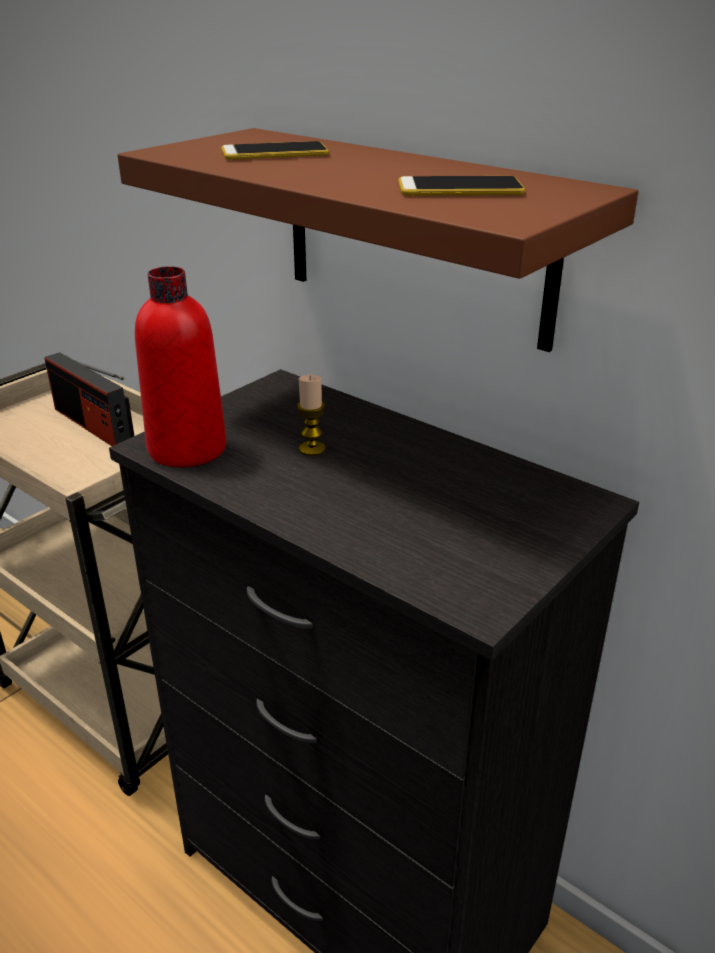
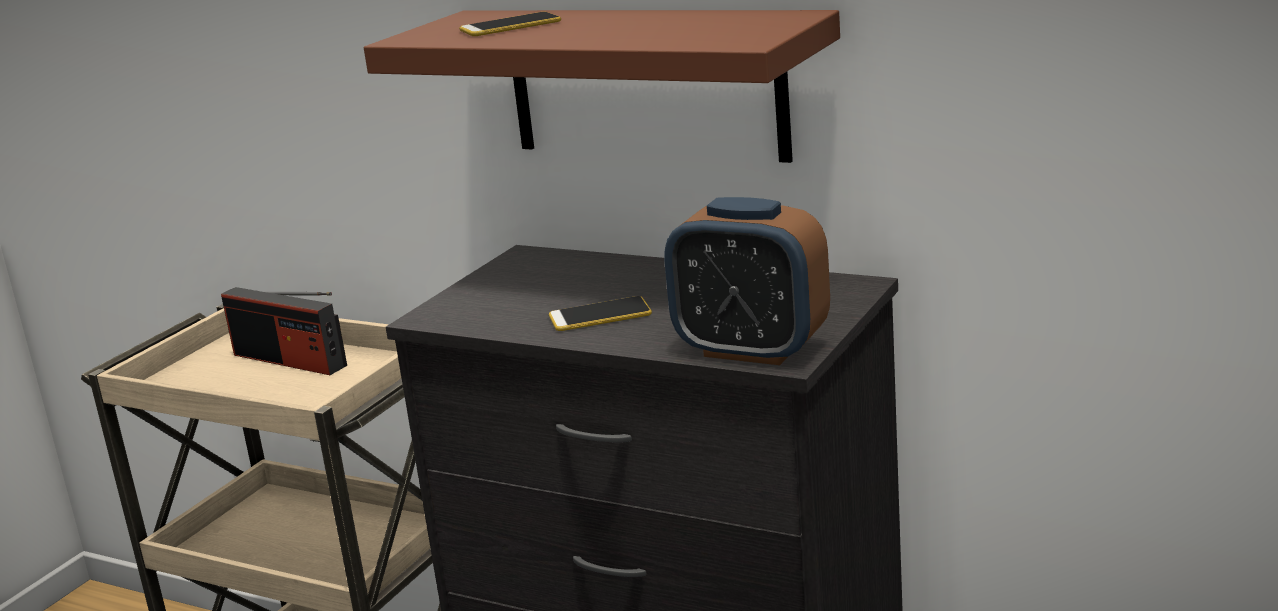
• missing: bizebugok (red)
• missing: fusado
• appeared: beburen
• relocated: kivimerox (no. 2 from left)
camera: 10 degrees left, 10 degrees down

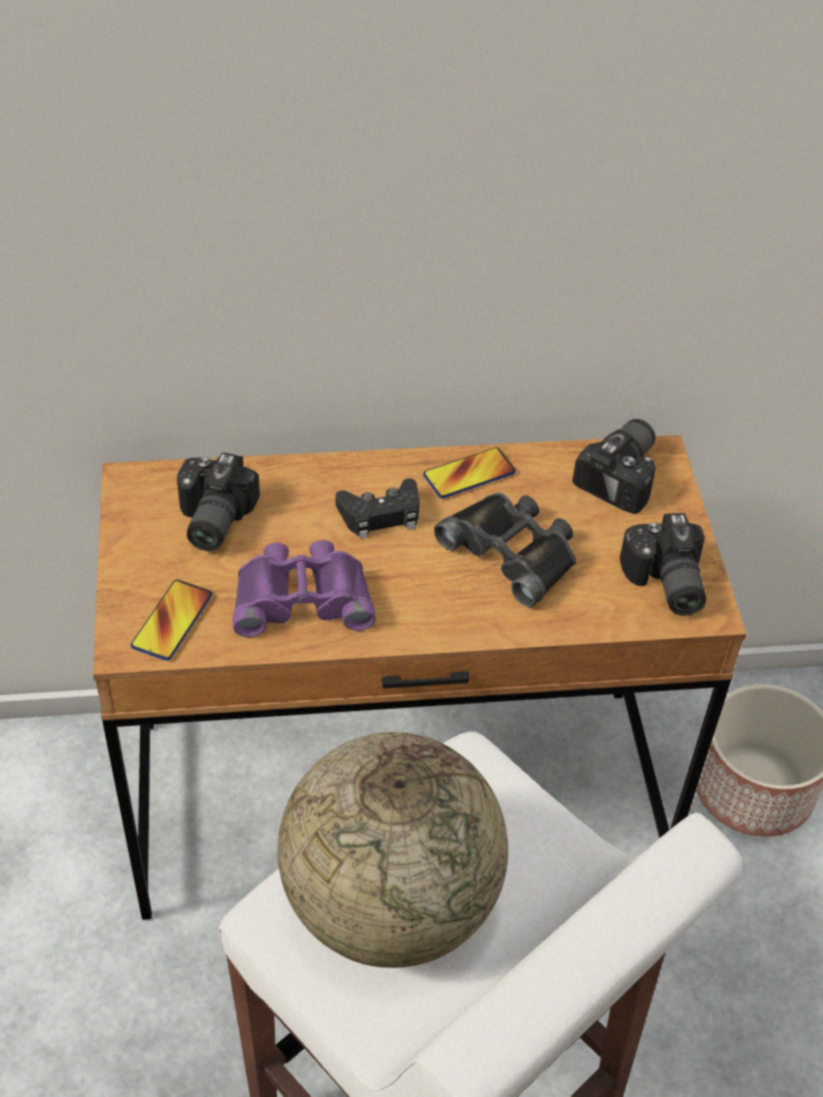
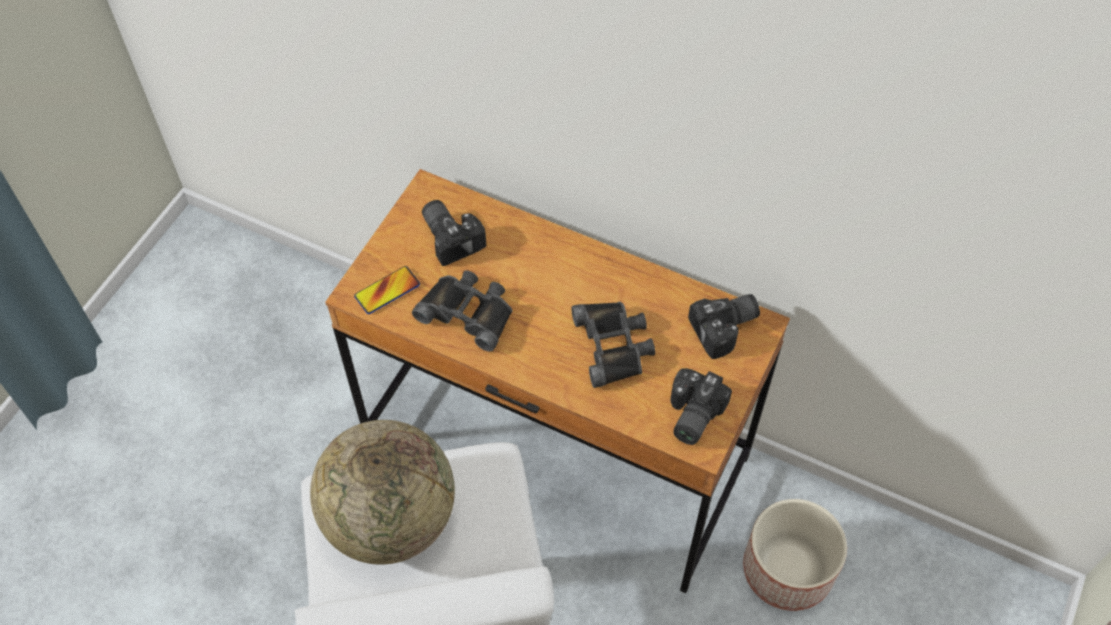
• missing: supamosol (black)
• missing: kivimerox (no. 2 from left)
• colour: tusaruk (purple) to tusaruk (black) (no. 1 from left)
• spun: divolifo (no. 1 from left) 105 degrees clockwise
camera: 35 degrees right, 10 degrees up

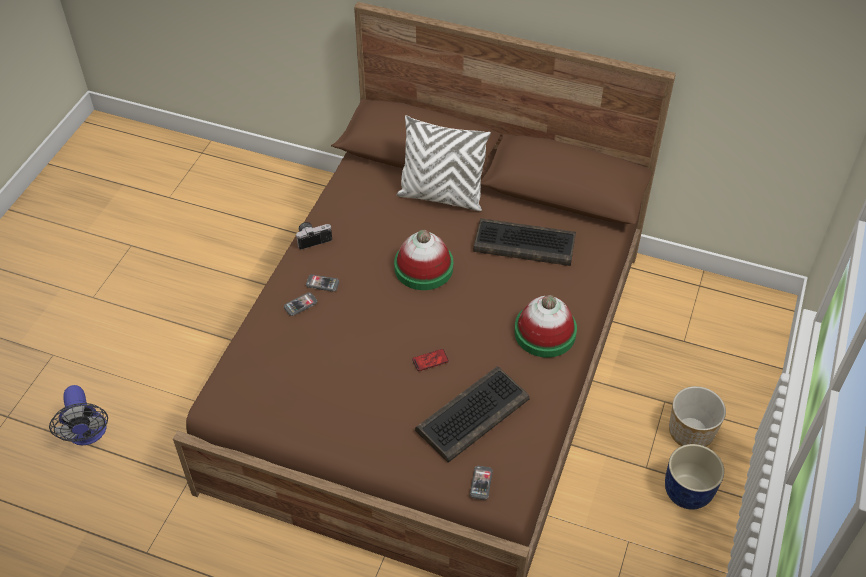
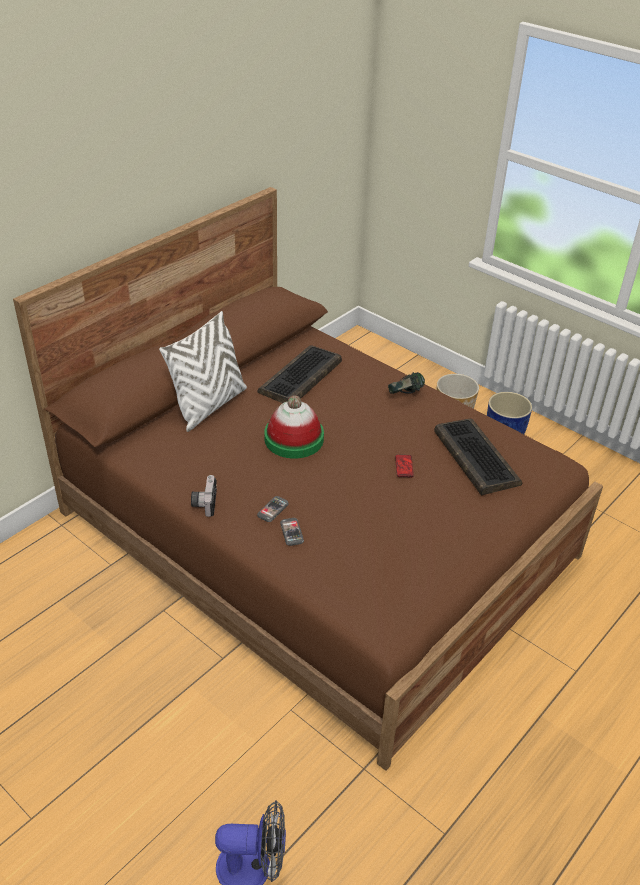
• missing: kivimerox (no. 4 from left)
• exchanged: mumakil (no. 2 from left) to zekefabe
camera: 70 degrees left, 10 degrees down

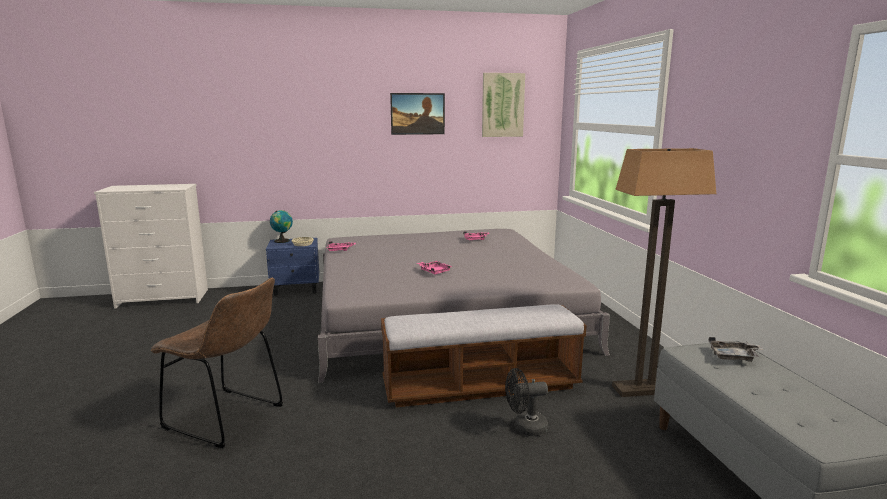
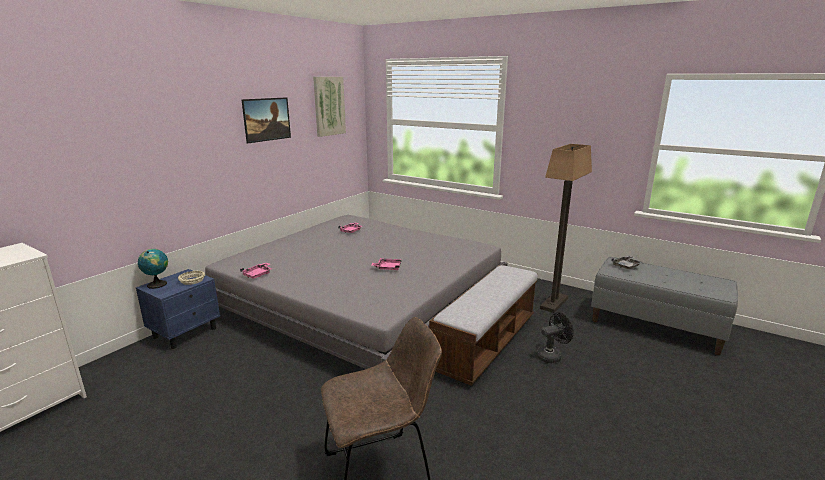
• spun: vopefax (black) 150 degrees counterclockwise
camera: 45 degrees left, 5 degrees up

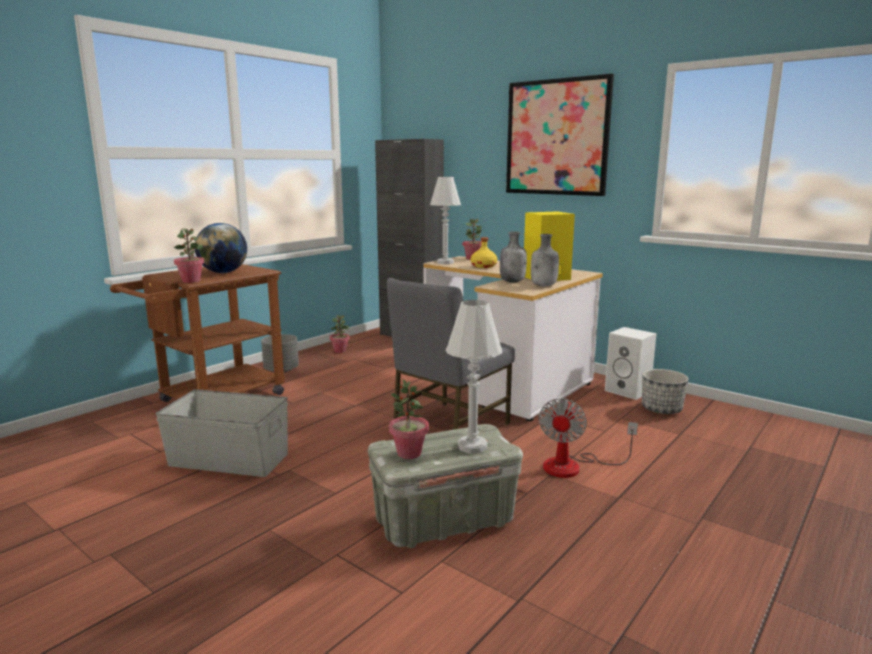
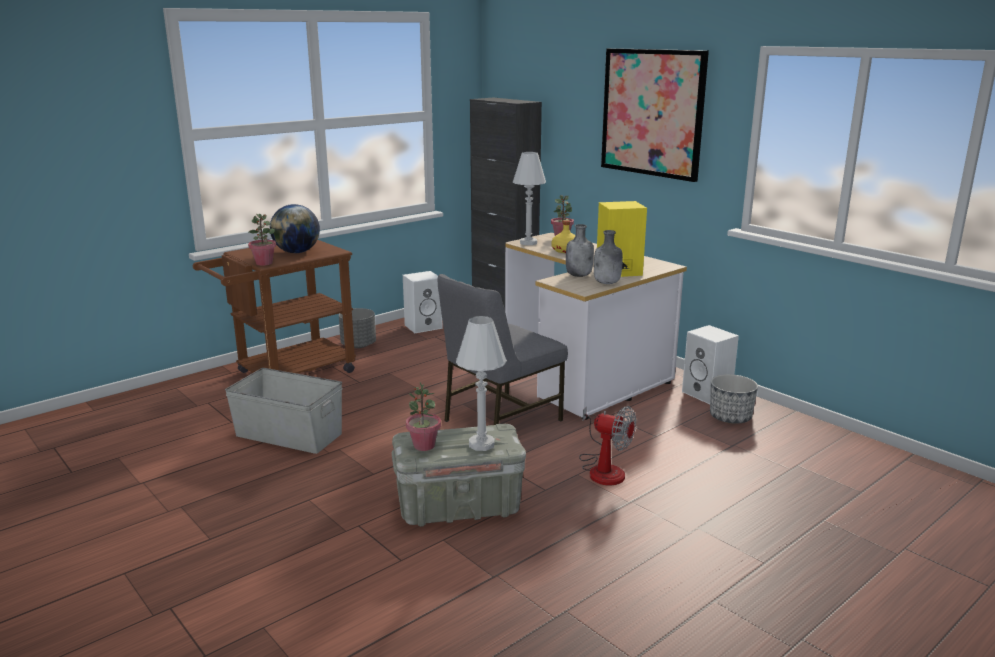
• exchanged: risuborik (no. 2 from left) to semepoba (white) (no. 1 from left)
• spun: vopefax 90 degrees counterclockwise
camera: 10 degrees right, 5 degrees up

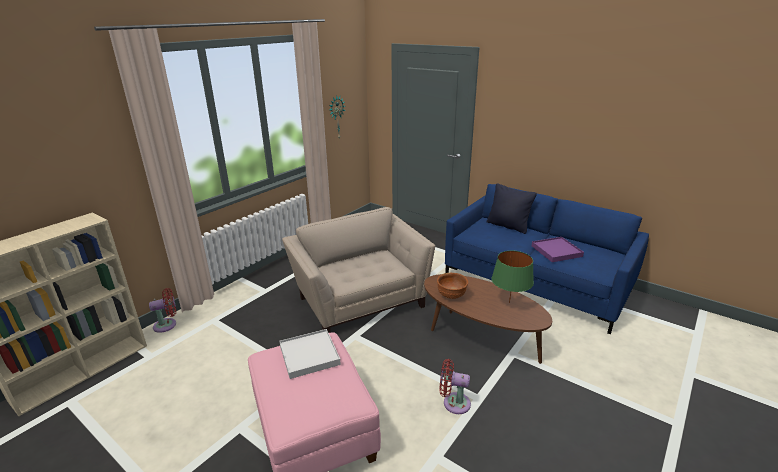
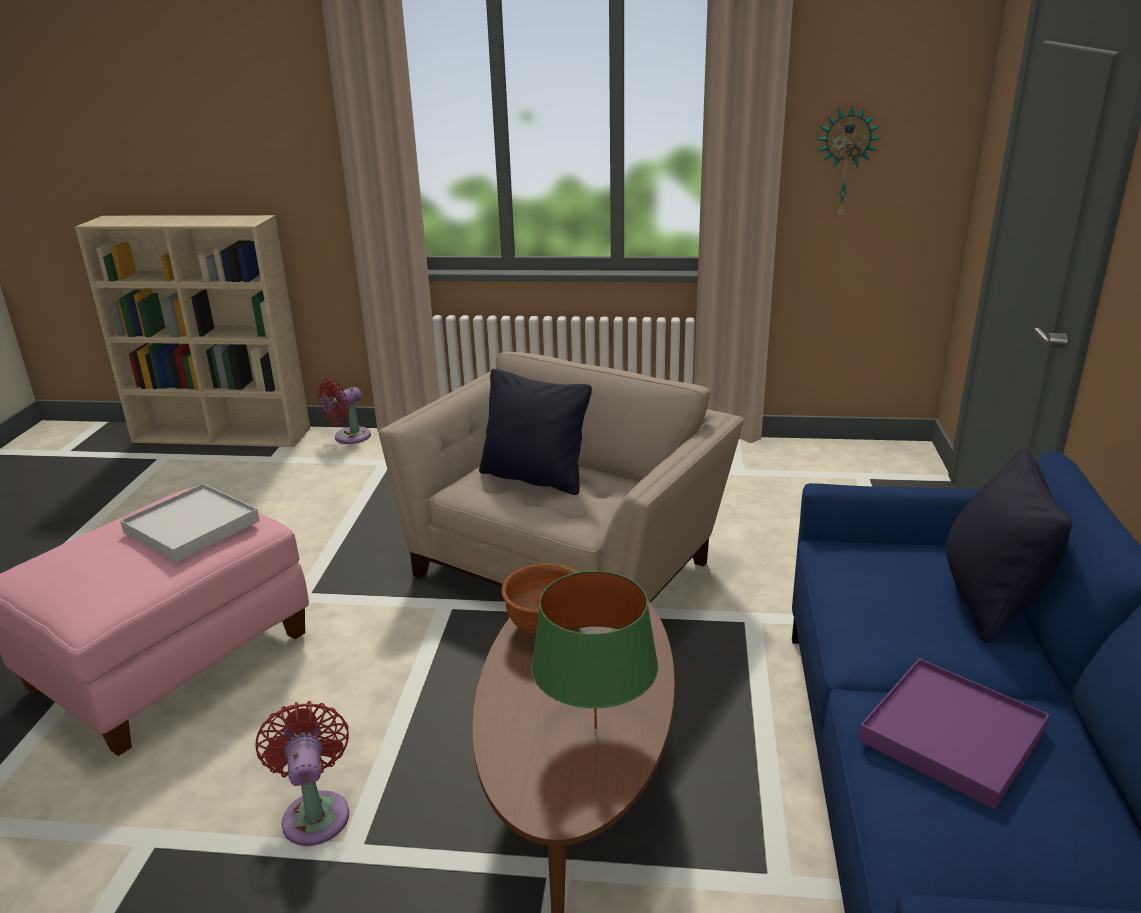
• appeared: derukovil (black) (no. 1 from left)
• spun: vopefax (red) (no. 1 from left in the first image) 105 degrees clockwise
camera: 60 degrees right, 0 degrees up

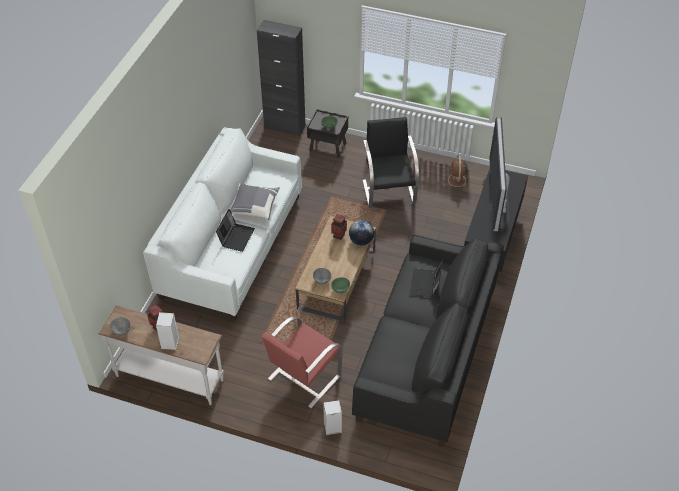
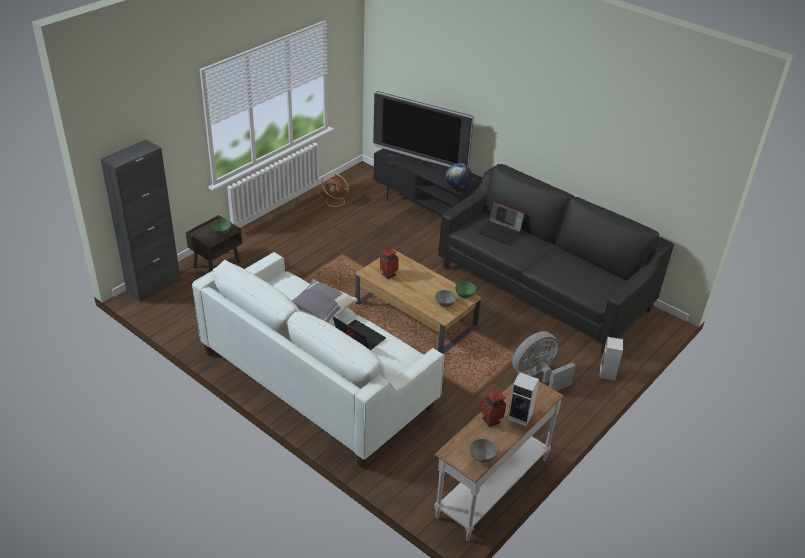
• missing: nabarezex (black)
• relocated: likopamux
• exchanged: nabarezex (red) to vopefax (grey)
camera: 70 degrees left, 10 degrees down

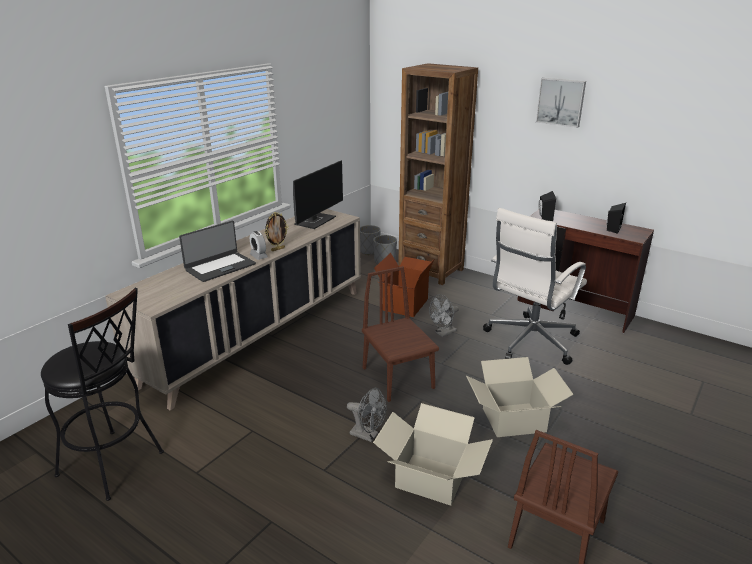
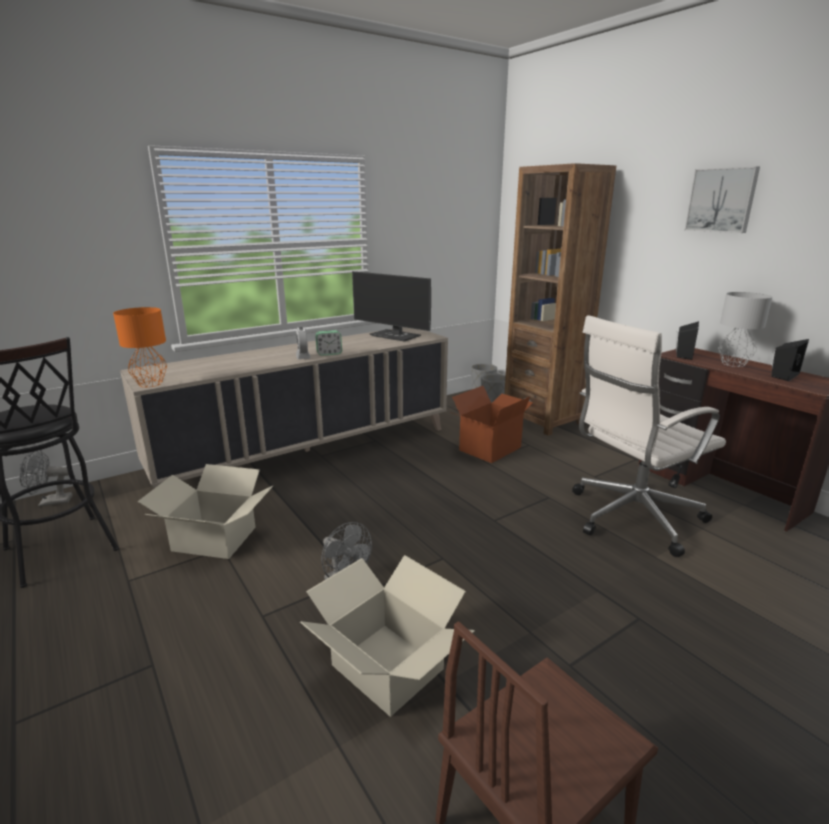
• missing: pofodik
• missing: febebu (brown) (no. 1 from left)
• appeared: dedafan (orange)
• appeared: dedafan (grey)
• relocated: vopefax (grey) (no. 2 from left in the first image) to vopefax (grey) (no. 1 from left)
• relocated: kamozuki (no. 3 from left in the first image) to kamozuki (no. 1 from left)
• exchanged: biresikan to beburen (no. 2 from left)
• spun: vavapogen 75 degrees clockwise
camera: 20 degrees right, 5 degrees down

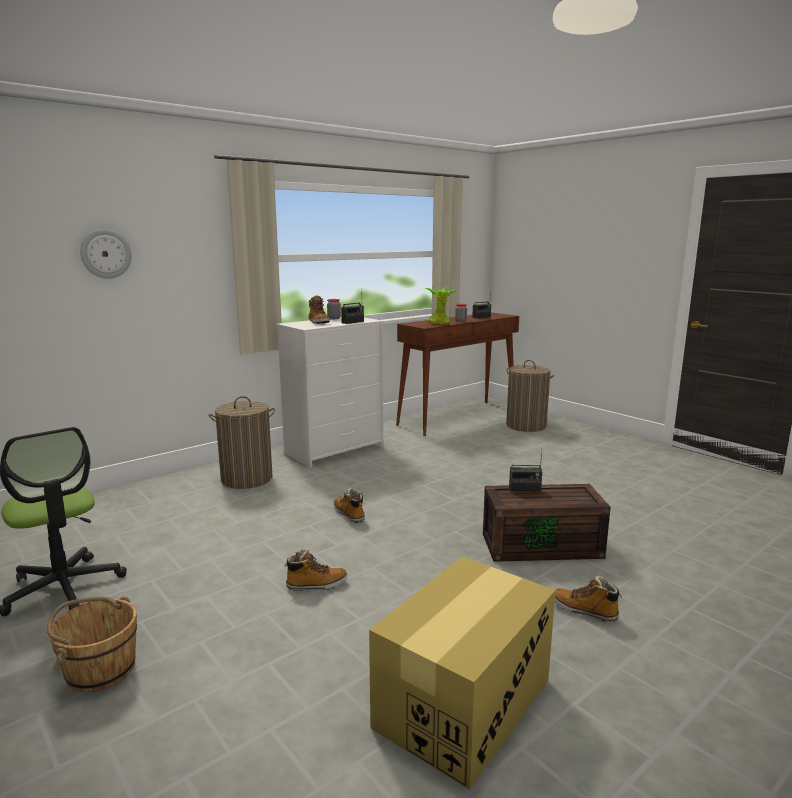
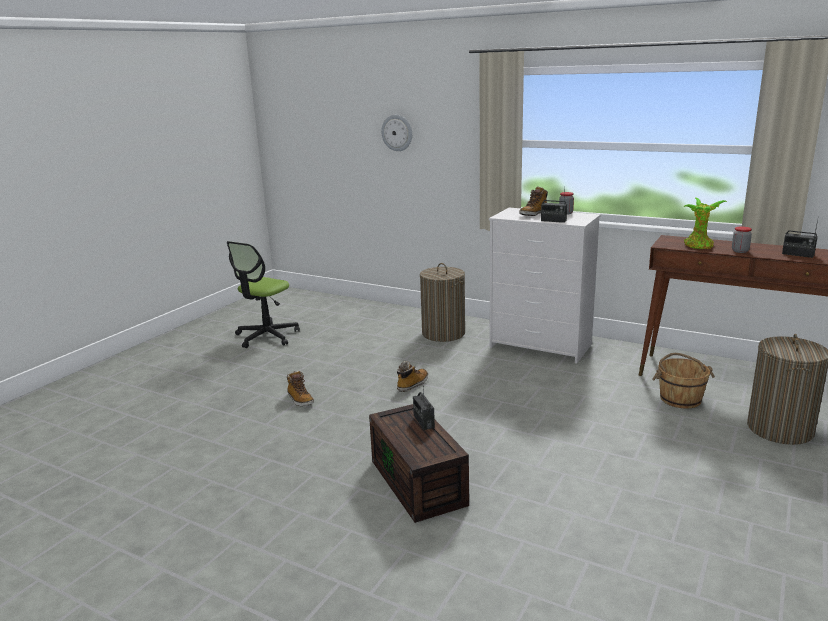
• missing: kamozuki
• missing: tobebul (no. 4 from left)
• relocated: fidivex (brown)
camera: 70 degrees right, 5 degrees up

